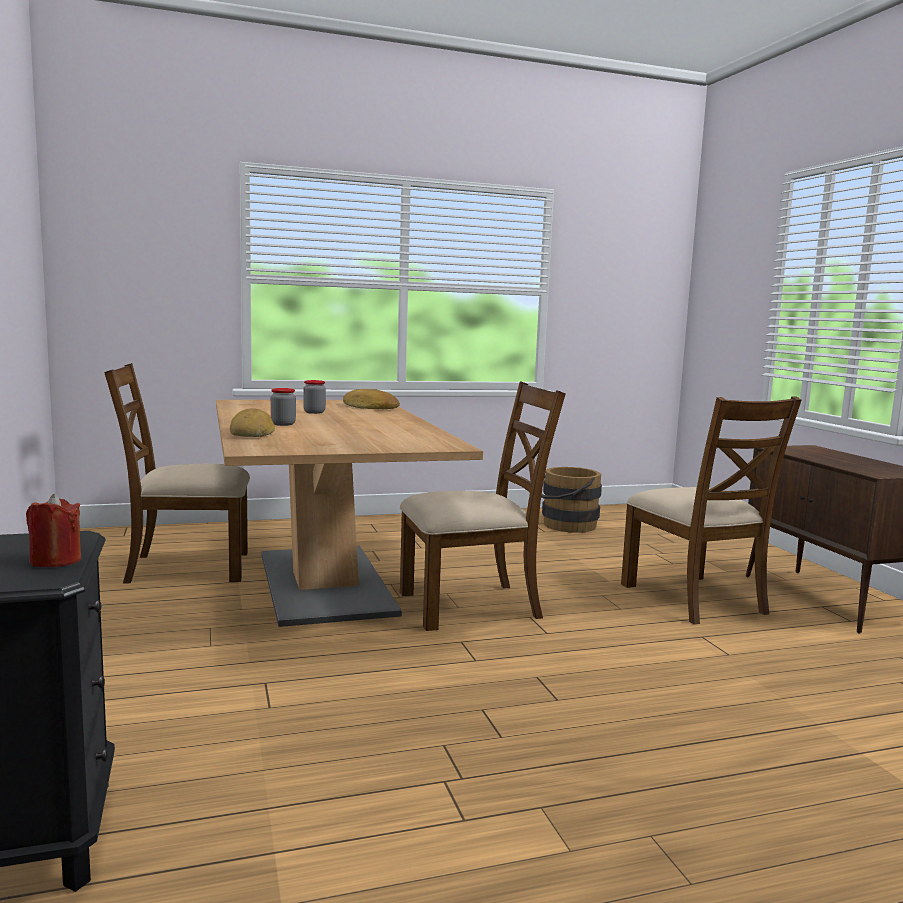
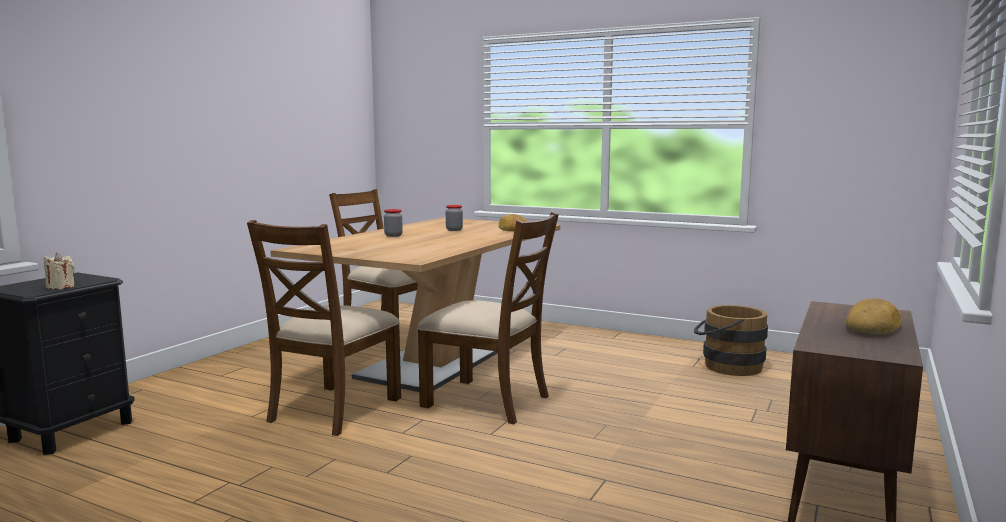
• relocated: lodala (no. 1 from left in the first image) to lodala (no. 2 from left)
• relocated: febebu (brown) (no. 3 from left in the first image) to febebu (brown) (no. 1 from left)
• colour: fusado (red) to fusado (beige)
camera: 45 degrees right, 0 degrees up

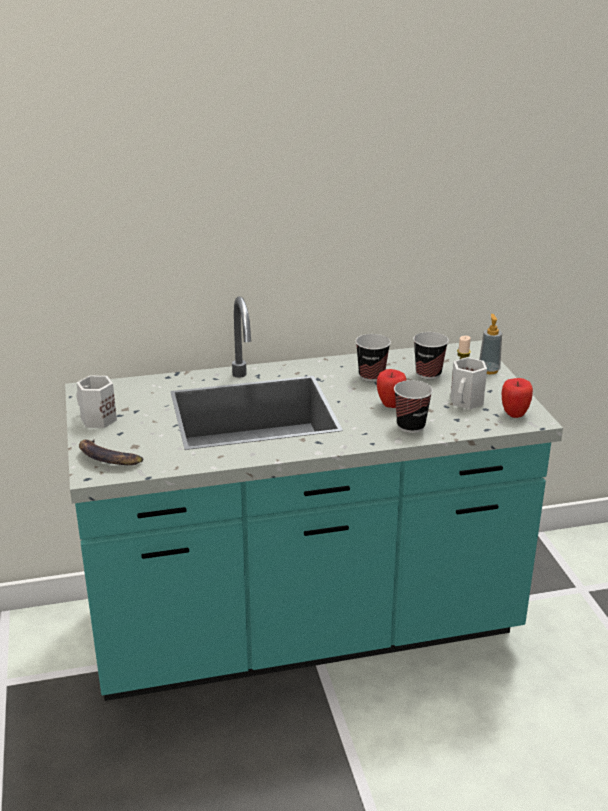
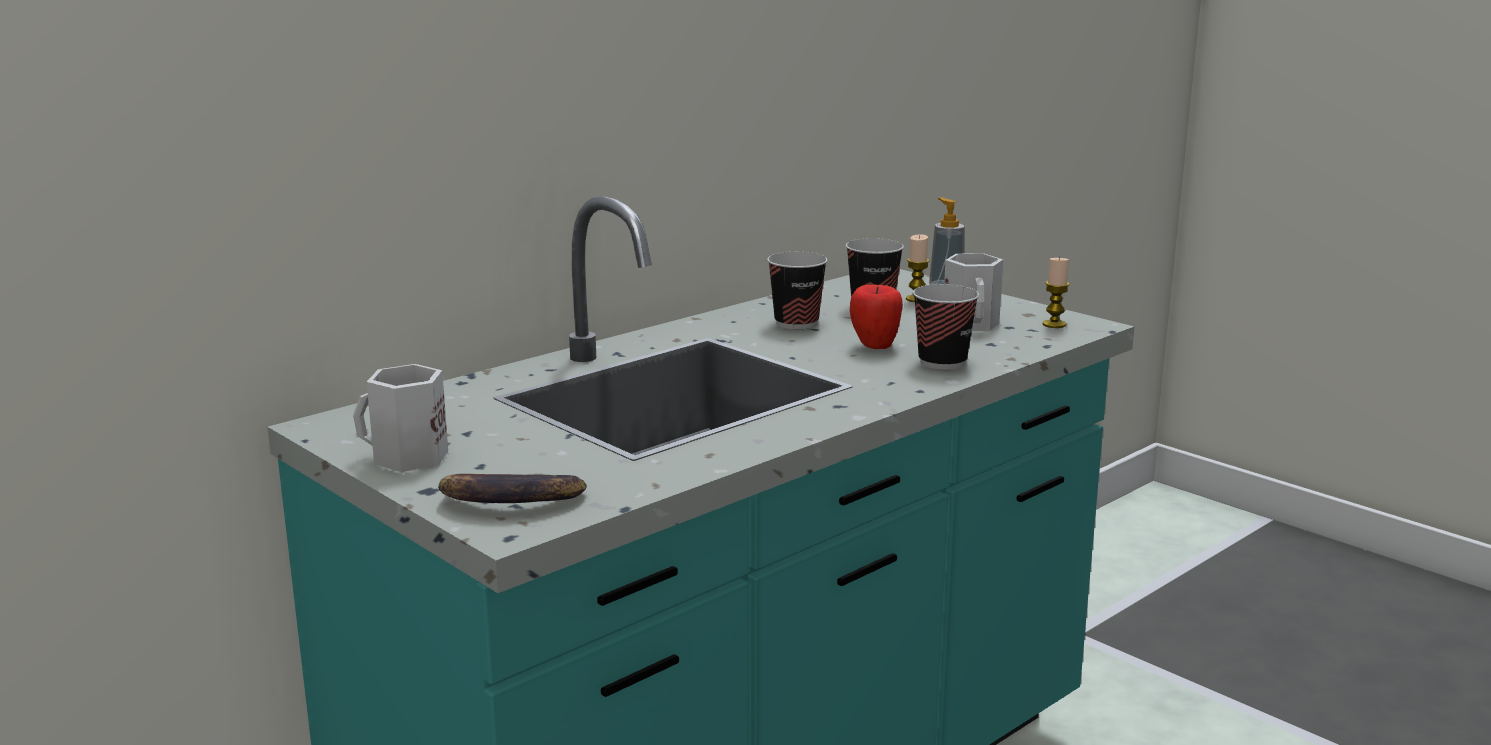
• exchanged: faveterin (no. 2 from left) to fusado (no. 2 from left)
camera: 30 degrees left, 10 degrees down

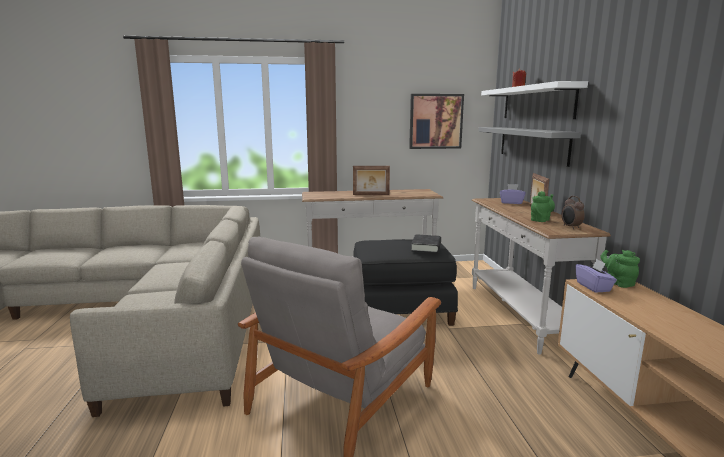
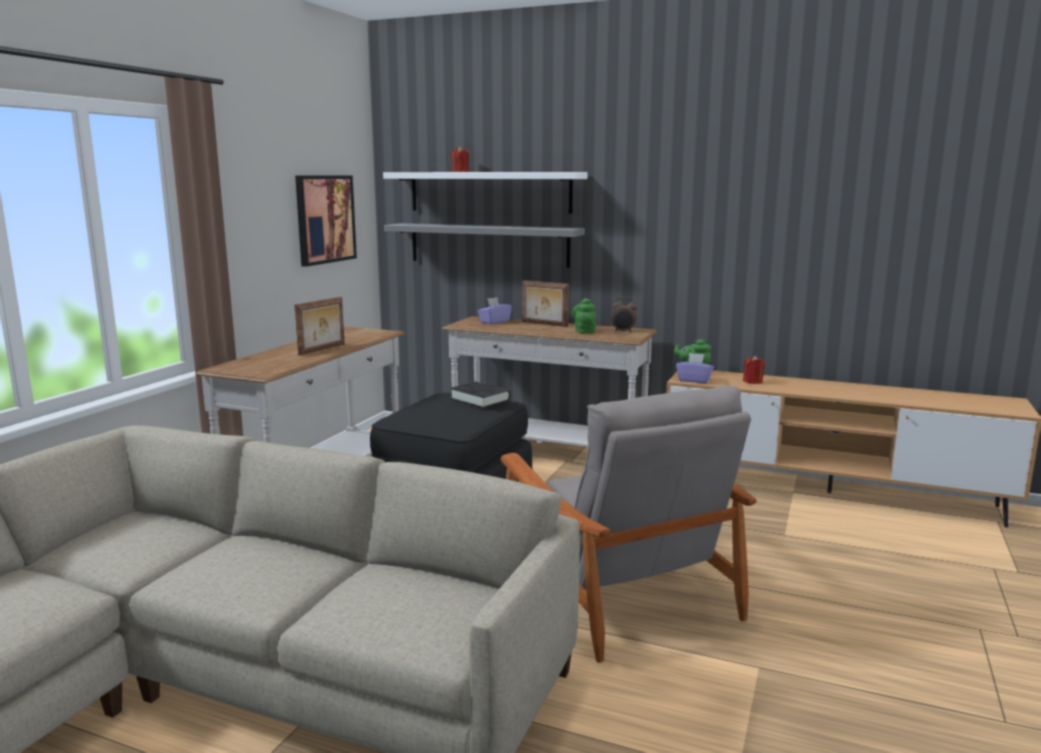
• appeared: fusado (red) (no. 2 from left)
camera: 60 degrees left, 0 degrees up

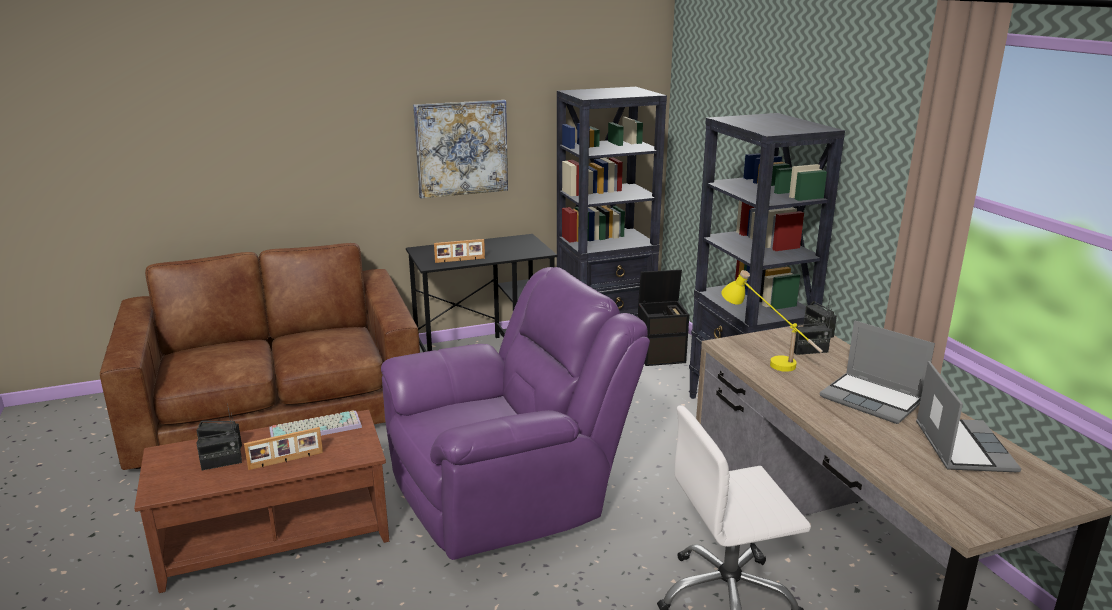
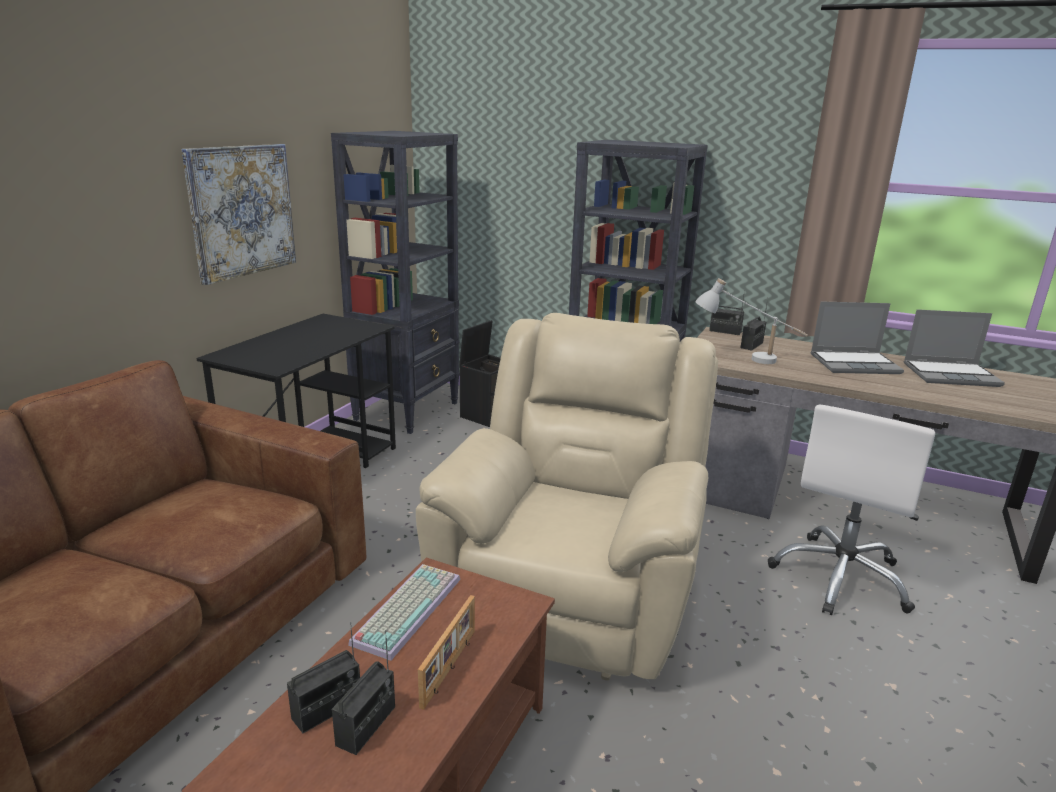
• missing: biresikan (no. 2 from left)
• colour: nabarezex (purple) to nabarezex (beige)
• colour: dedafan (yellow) to dedafan (white)
• spun: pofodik (no. 2 from left) 135 degrees clockwise
camera: 45 degrees left, 0 degrees up

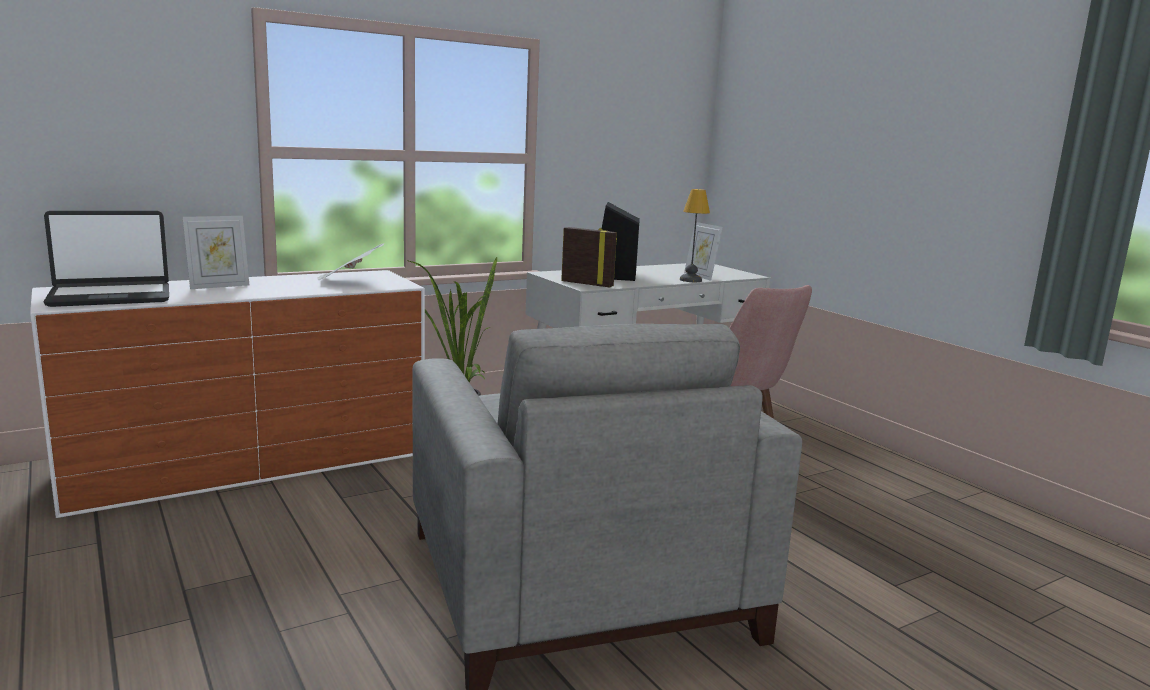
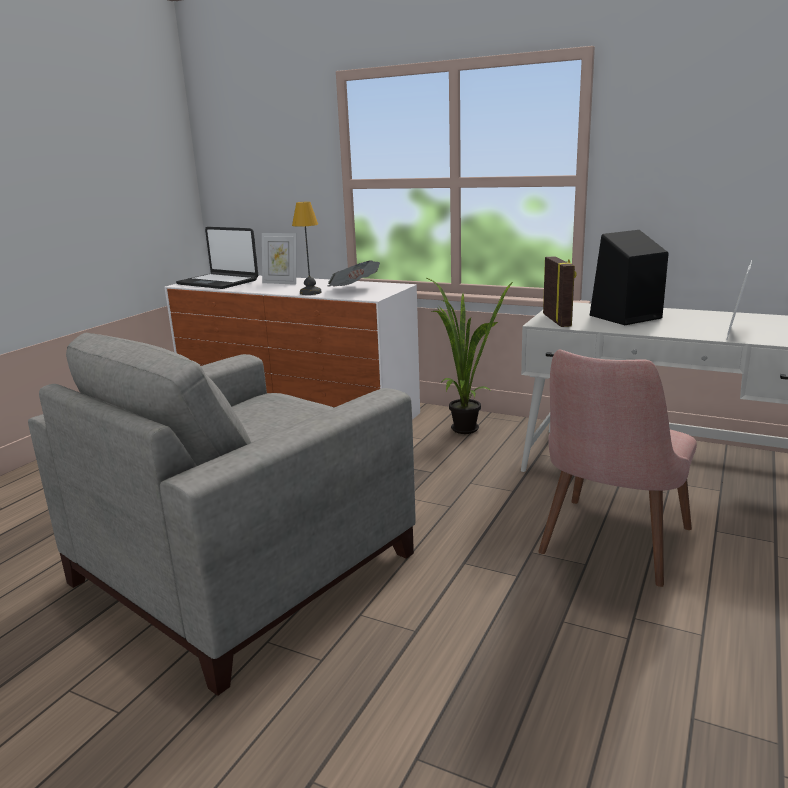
• relocated: dedafan
camera: 60 degrees right, 5 degrees up

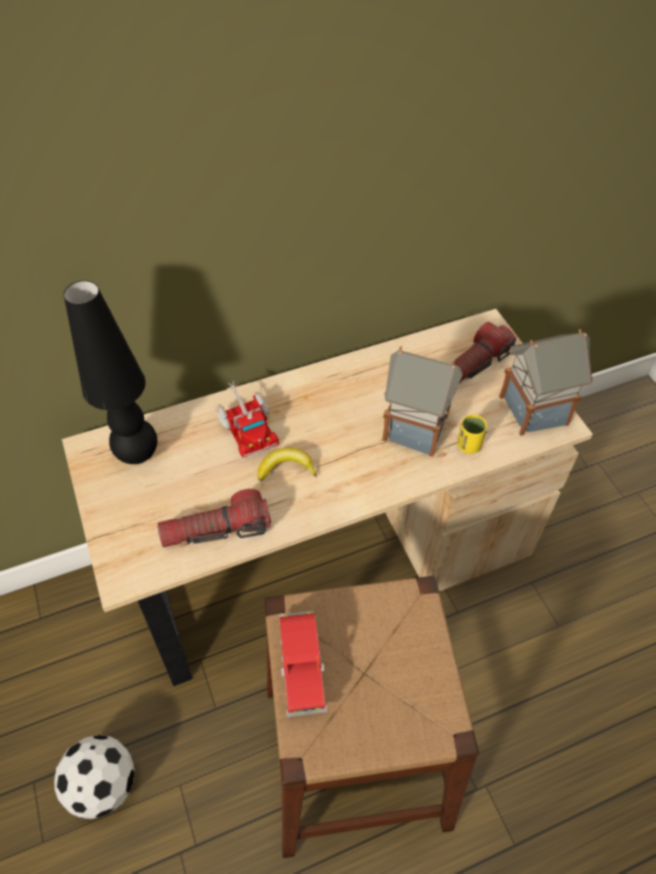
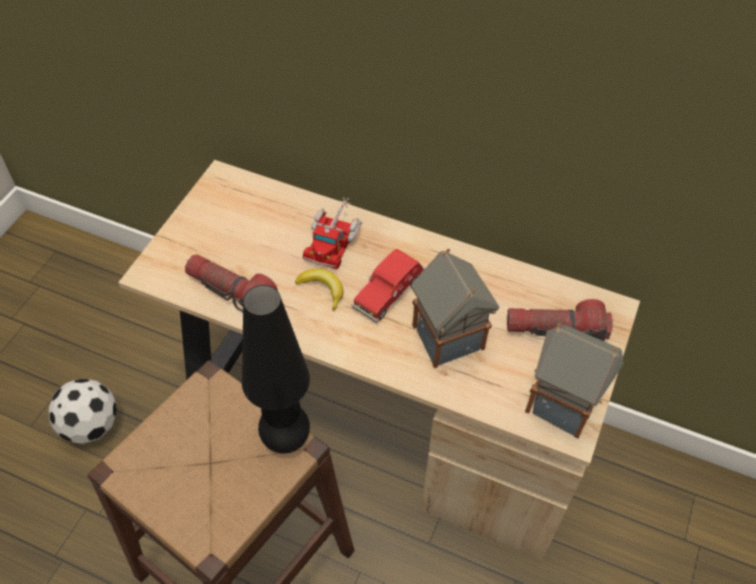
• missing: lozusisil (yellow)
• relocated: dedafan (black)
• relocated: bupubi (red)
camera: 45 degrees right, 0 degrees up

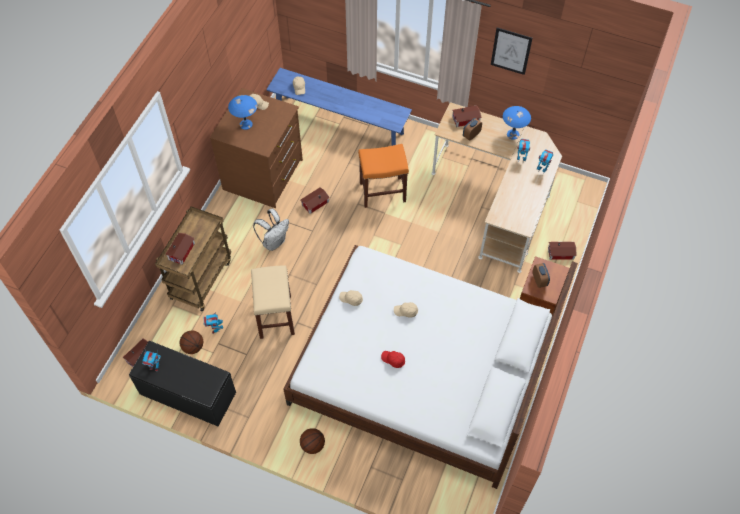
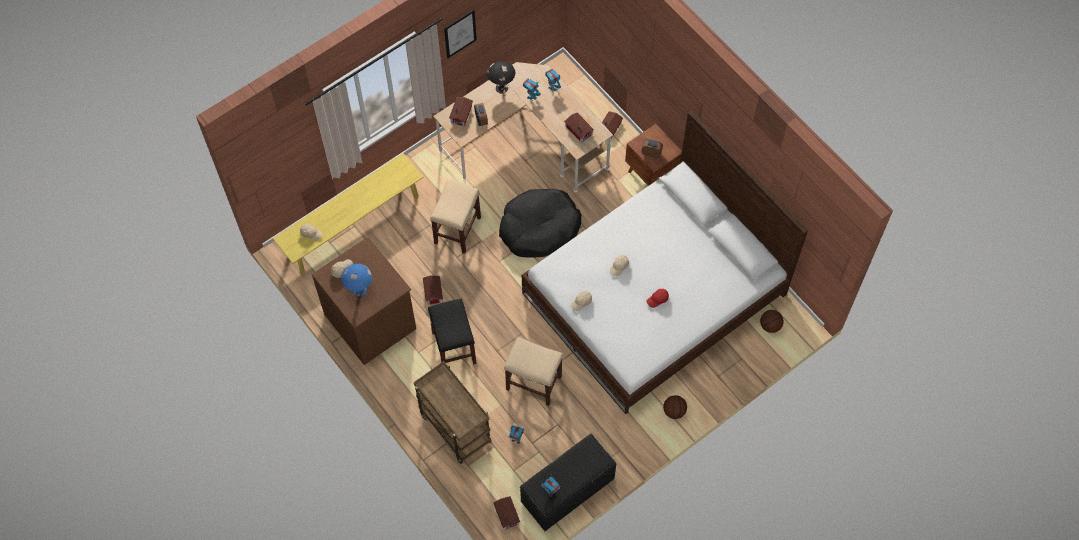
• appeared: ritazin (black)
• relocated: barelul (no. 2 from left in the first image) to barelul (no. 4 from left)
• relocated: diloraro (no. 1 from left in the first image) to diloraro (no. 2 from left)
• exchanged: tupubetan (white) to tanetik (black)
• colour: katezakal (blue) to katezakal (yellow)
• colour: tanetik (orange) to tanetik (beige) (no. 1 from left)
• colour: dedafan (blue) (no. 2 from left) to dedafan (black)
camera: 60 degrees left, 5 degrees up

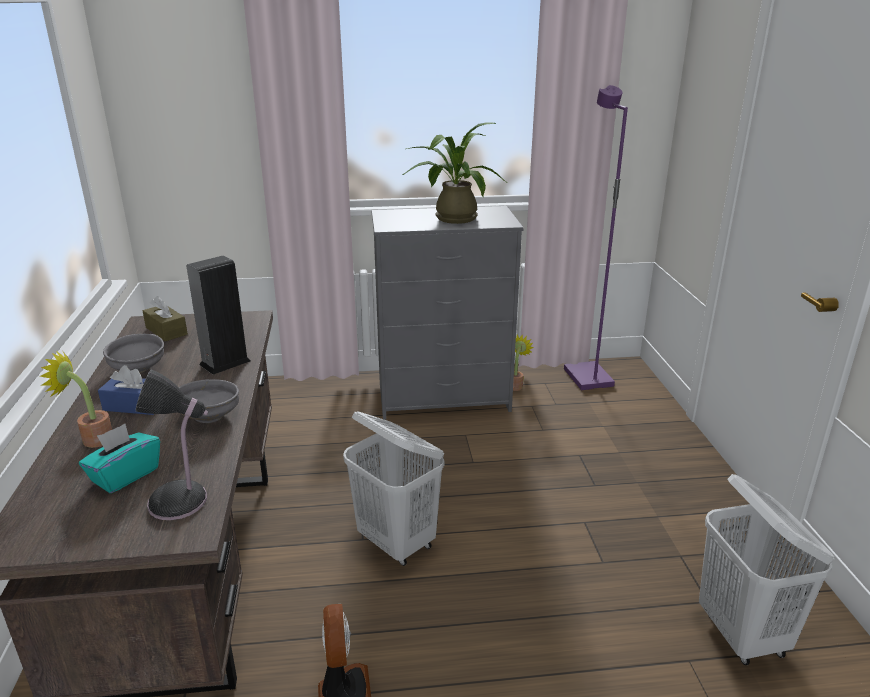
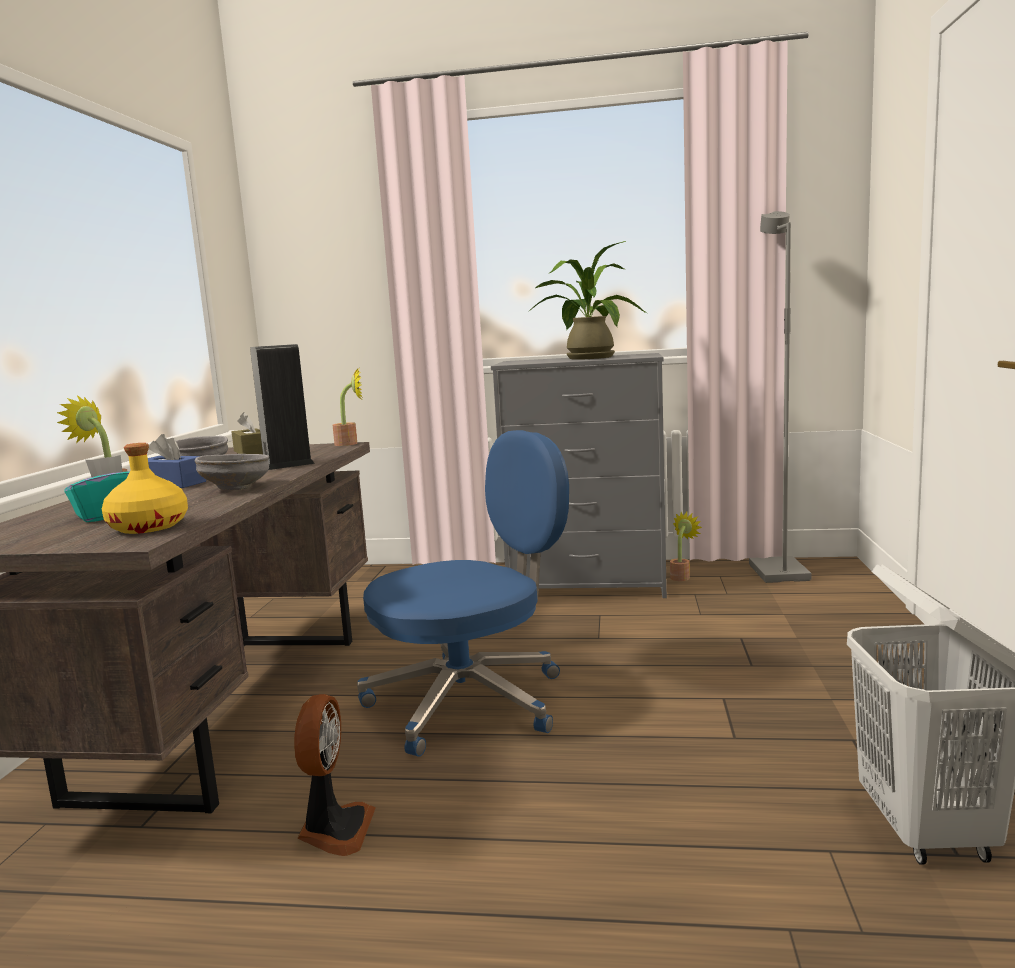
• appeared: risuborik (no. 2 from left)
• exchanged: dedafan to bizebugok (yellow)
• exchanged: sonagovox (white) (no. 1 from left) to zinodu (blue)
• colour: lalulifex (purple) to lalulifex (grey)
camera: 15 degrees right, 15 degrees down

